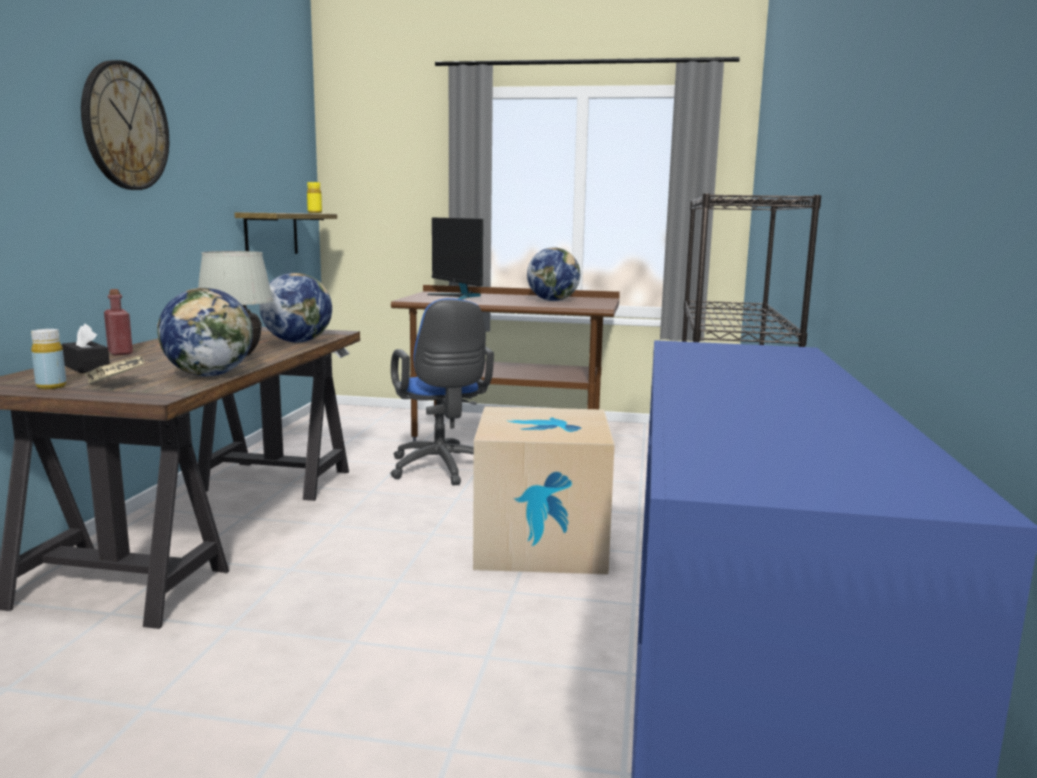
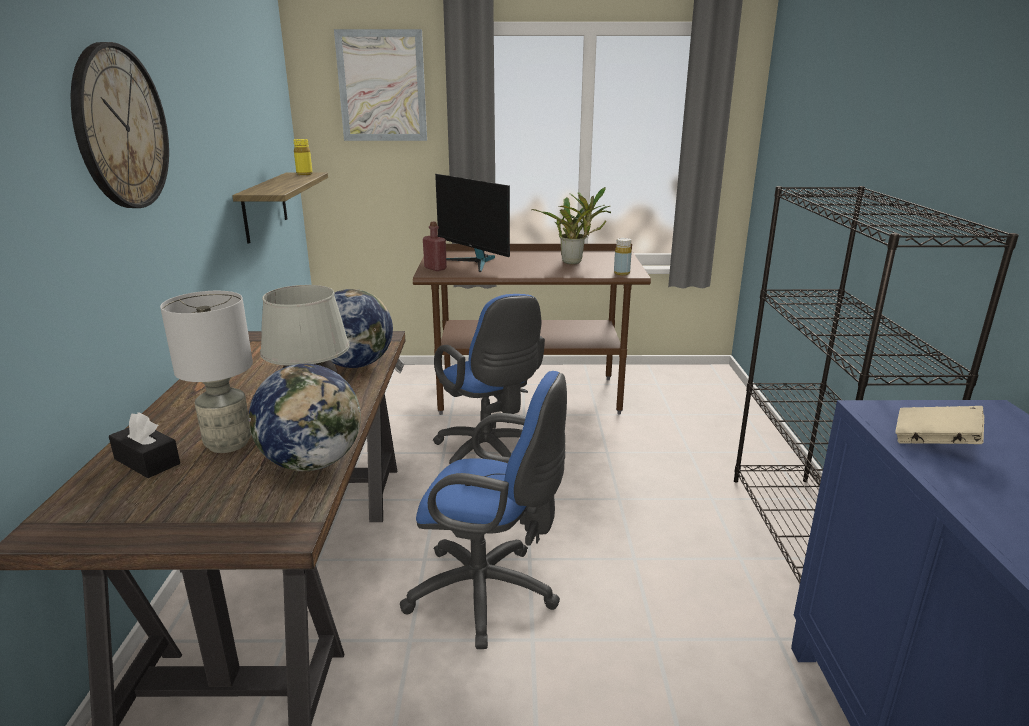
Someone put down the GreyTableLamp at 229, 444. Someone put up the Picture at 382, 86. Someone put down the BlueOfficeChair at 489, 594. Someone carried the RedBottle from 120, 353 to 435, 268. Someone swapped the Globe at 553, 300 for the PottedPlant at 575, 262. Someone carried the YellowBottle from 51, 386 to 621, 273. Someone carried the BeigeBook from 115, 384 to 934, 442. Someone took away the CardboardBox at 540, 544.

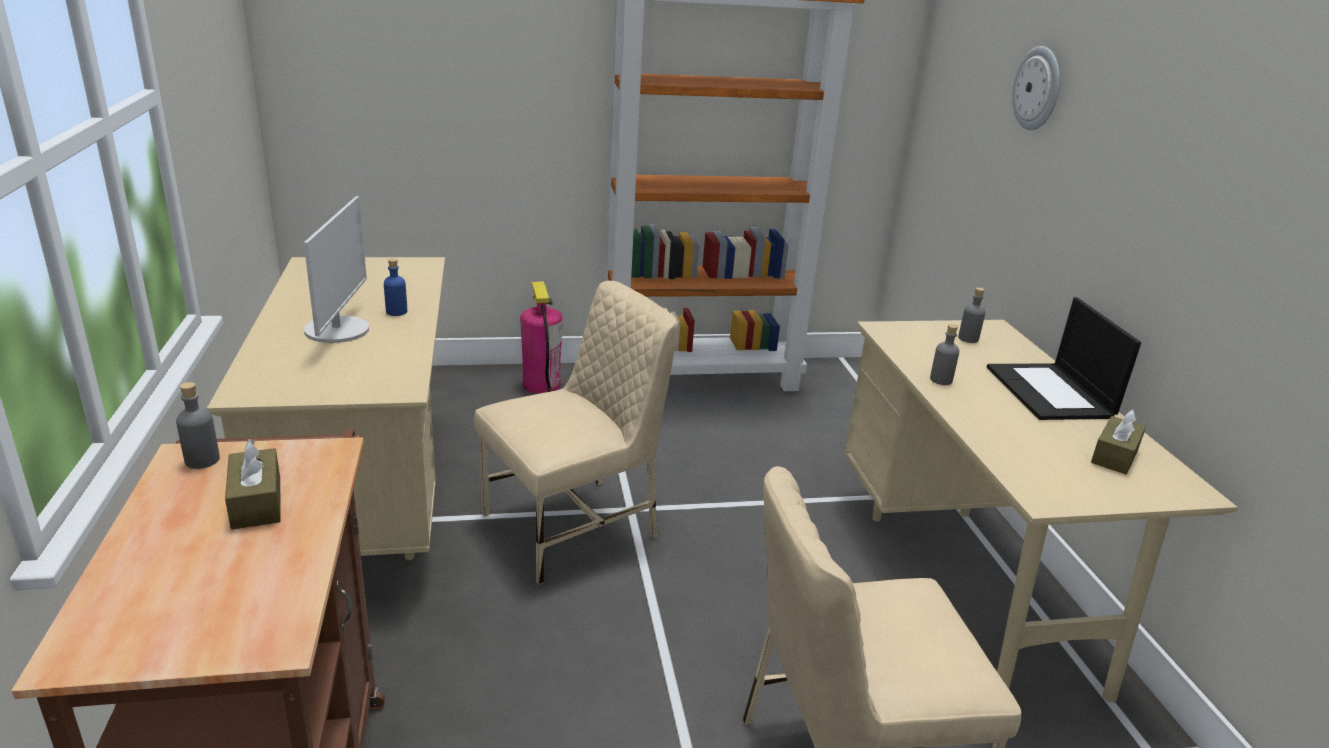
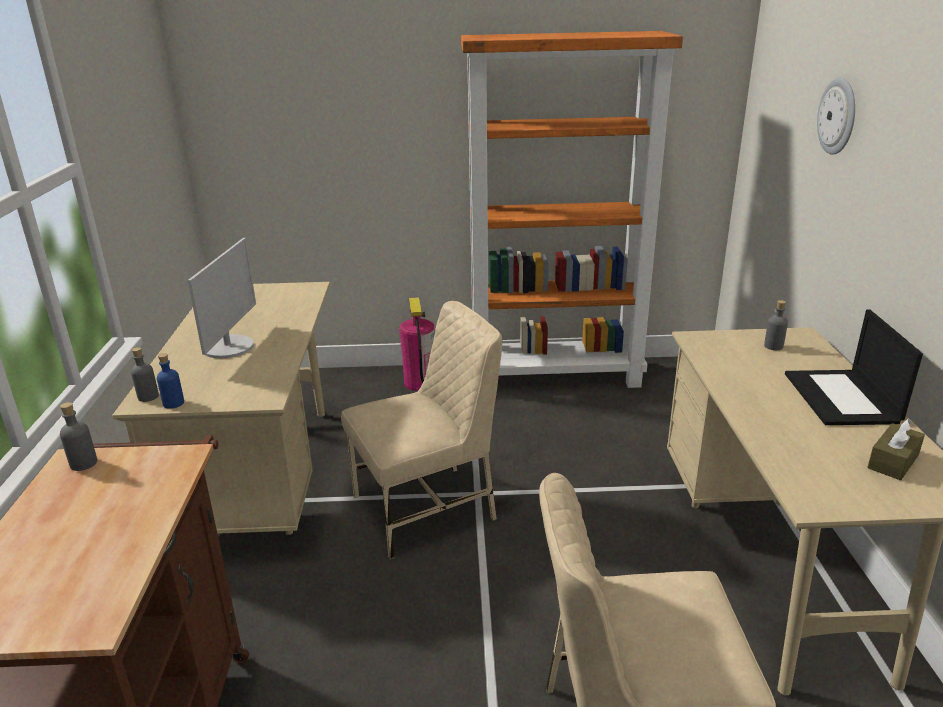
Someone carried the GreyBottle from 941, 380 to 148, 397. Someone carried the BlueBottle from 396, 312 to 173, 403. Someone took away the BrownTissueBox at 256, 502.

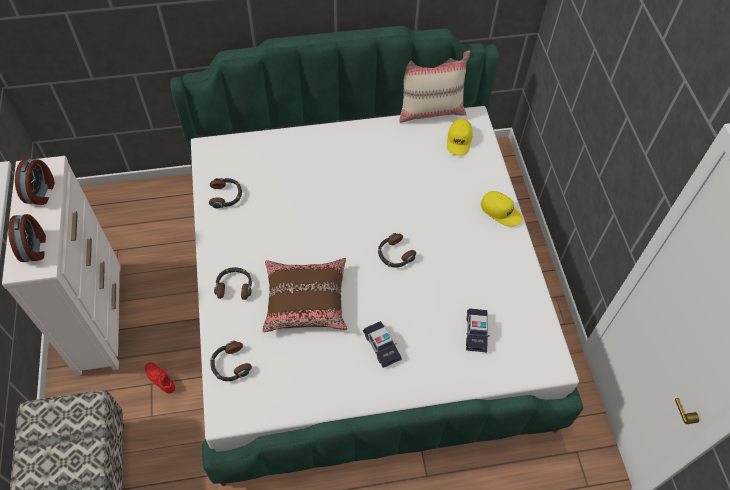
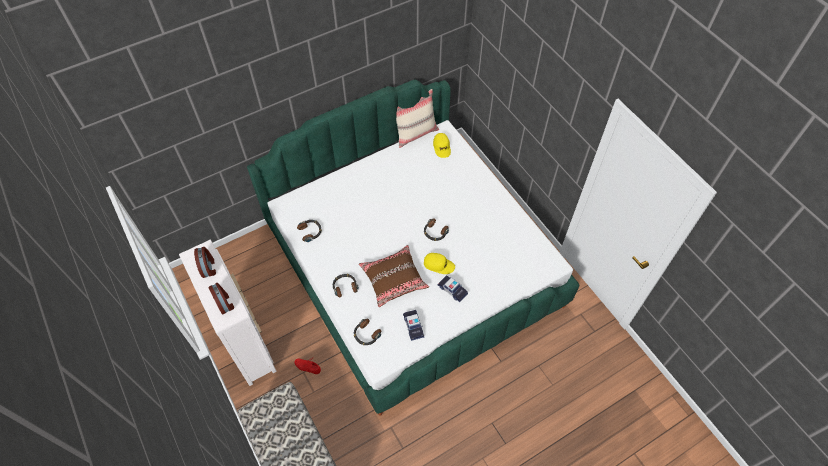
Someone carried the ToyCar from 476, 332 to 413, 326. Someone carried the YellowCap from 500, 211 to 439, 265.

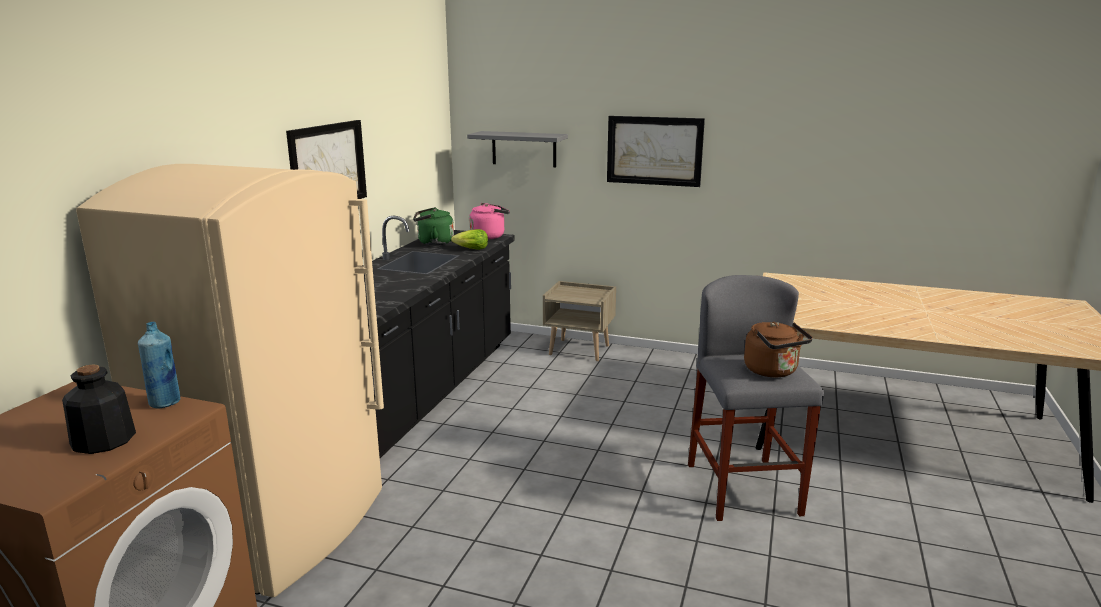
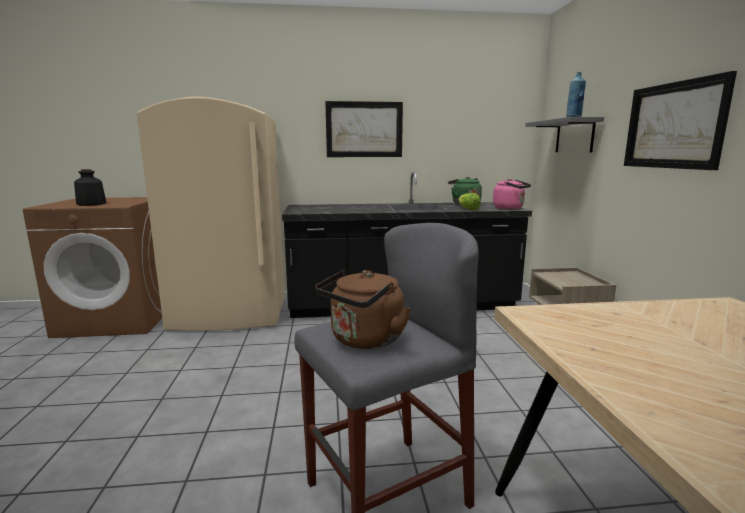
Someone carried the BlueBottle from 165, 403 to 573, 117.

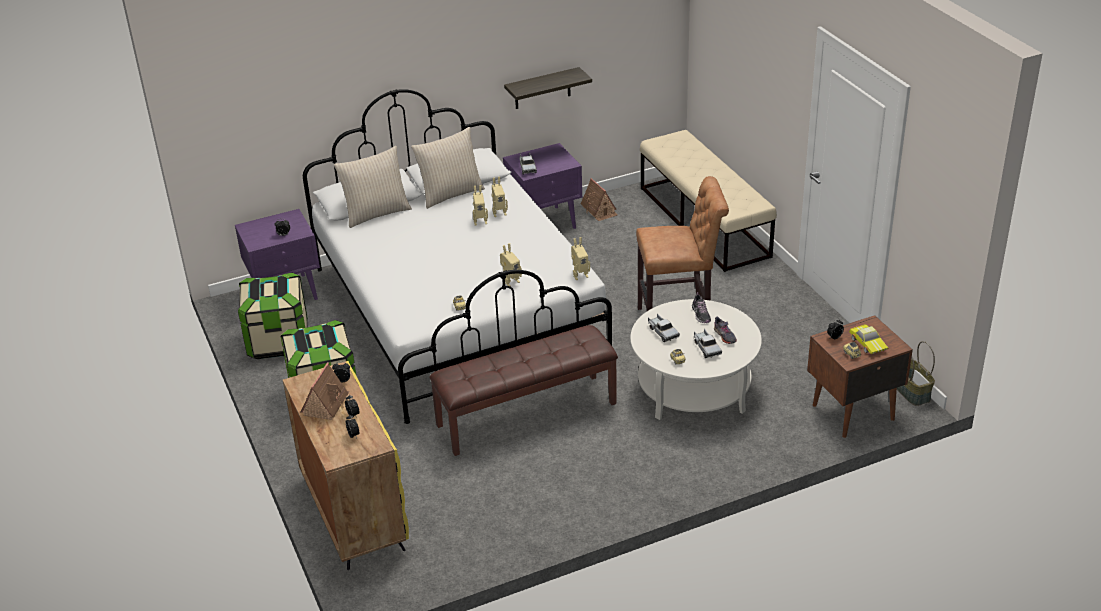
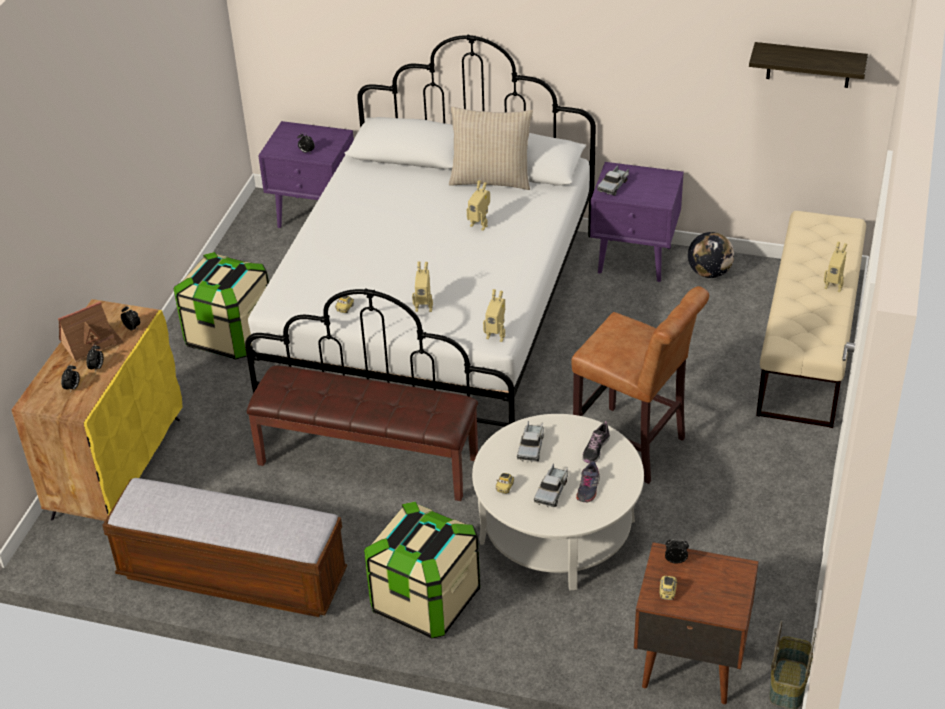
Someone put down the Bench at 232, 576. Someone carried the StorageBox from 278, 341 to 425, 600. Someone swapped the ToyHouse at 599, 210 for the Globe at 709, 273. Someone carried the Shelf from 542, 88 to 809, 65. Someone carried the ToyRobot from 499, 213 to 834, 285. Someone took away the BeigePillow at 376, 213. Someone took away the ToyCar at 868, 343.

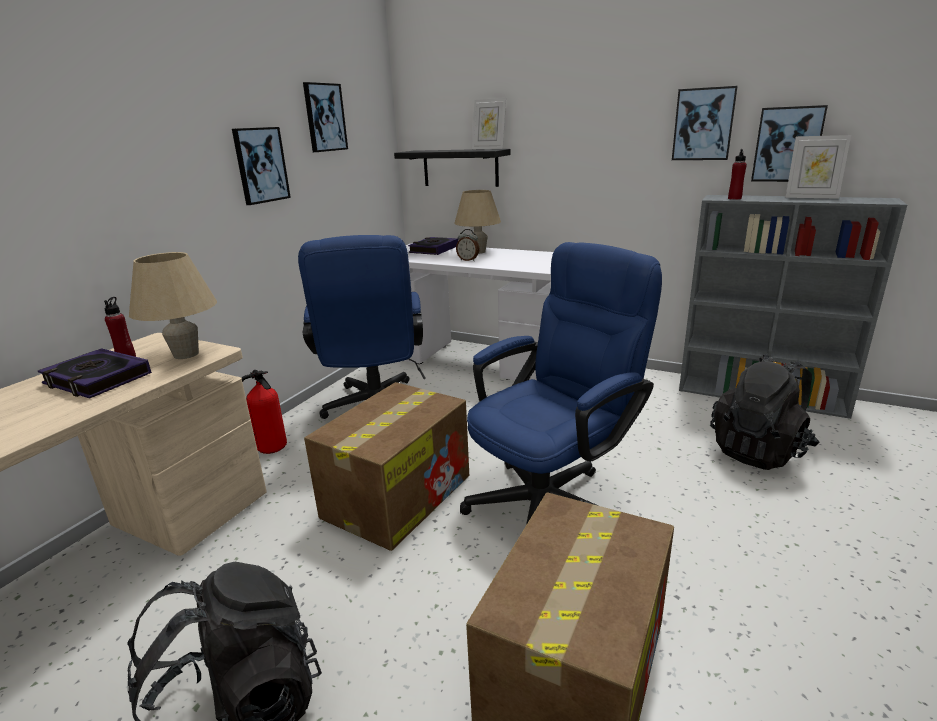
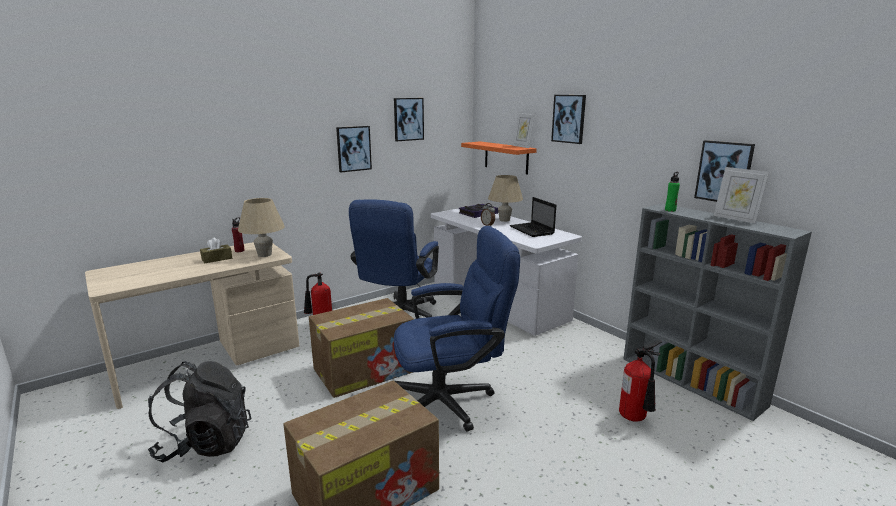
Someone swapped the Book at 97, 379 for the BrownTissueBox at 217, 259. Someone repainted the BlackShelf at 460, 168, which became the OrangeShelf at 506, 157. Someone put down the Laptop at 532, 230. Someone carried the Picture from 703, 124 to 569, 118. Someone swapped the BlackBackpack at 759, 451 for the FireExtinguisher at 636, 419. Someone repainted the RedBottle at 734, 198, which became the GreenBottle at 670, 210.

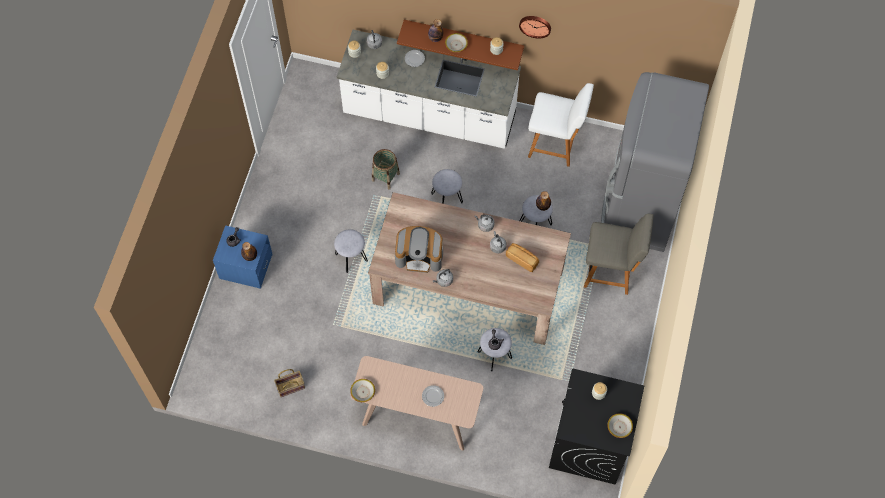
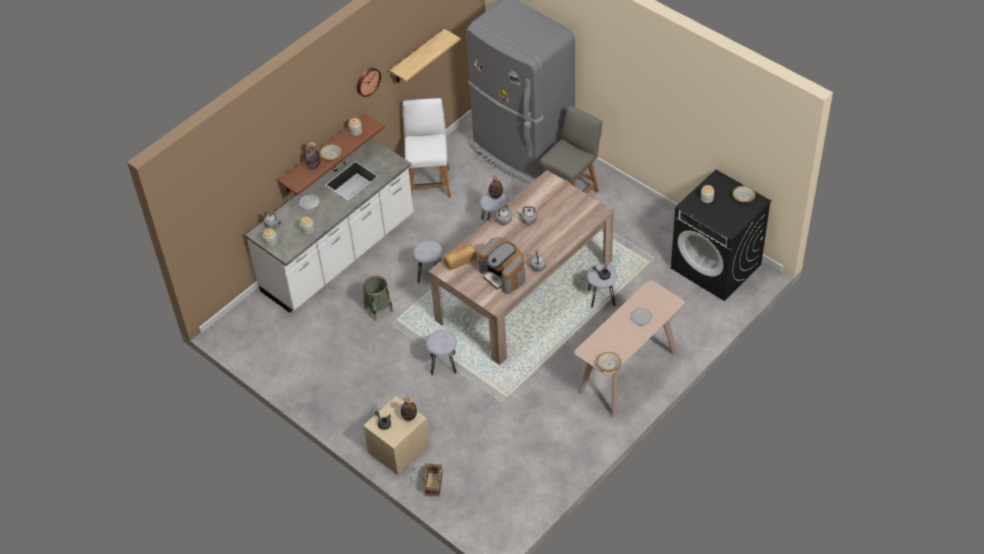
Someone repainted the BlueNightstand at 246, 266, which became the BeigeNightstand at 399, 449. Someone put up the Shelf at 418, 57. Someone rotated the WhiteChair at 555, 144 by 45 degrees counterclockwise. Someone carried the Basket from 291, 386 to 433, 483. Someone carried the Bread from 522, 259 to 460, 261. Someone rotated the CoffeeMachine at 419, 255 by 105 degrees clockwise.

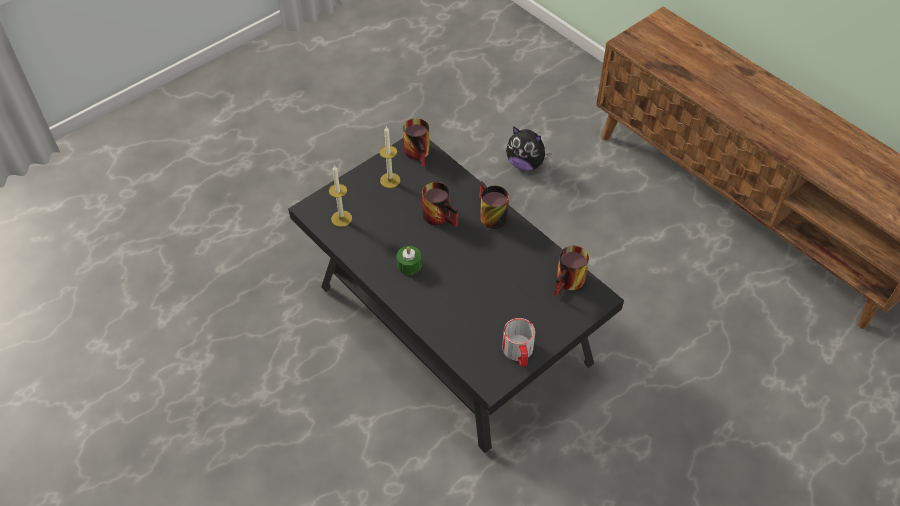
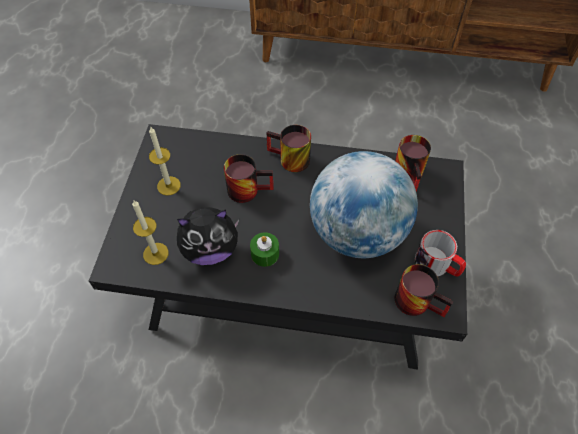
Someone carried the PlushToy from 525, 164 to 210, 250. Someone put down the Globe at 357, 233. Someone carried the Mug from 420, 153 to 419, 300.

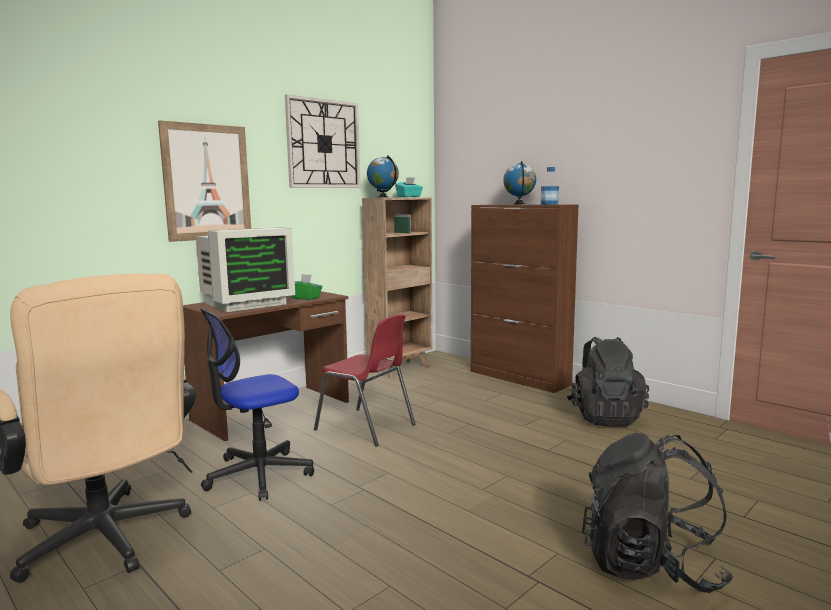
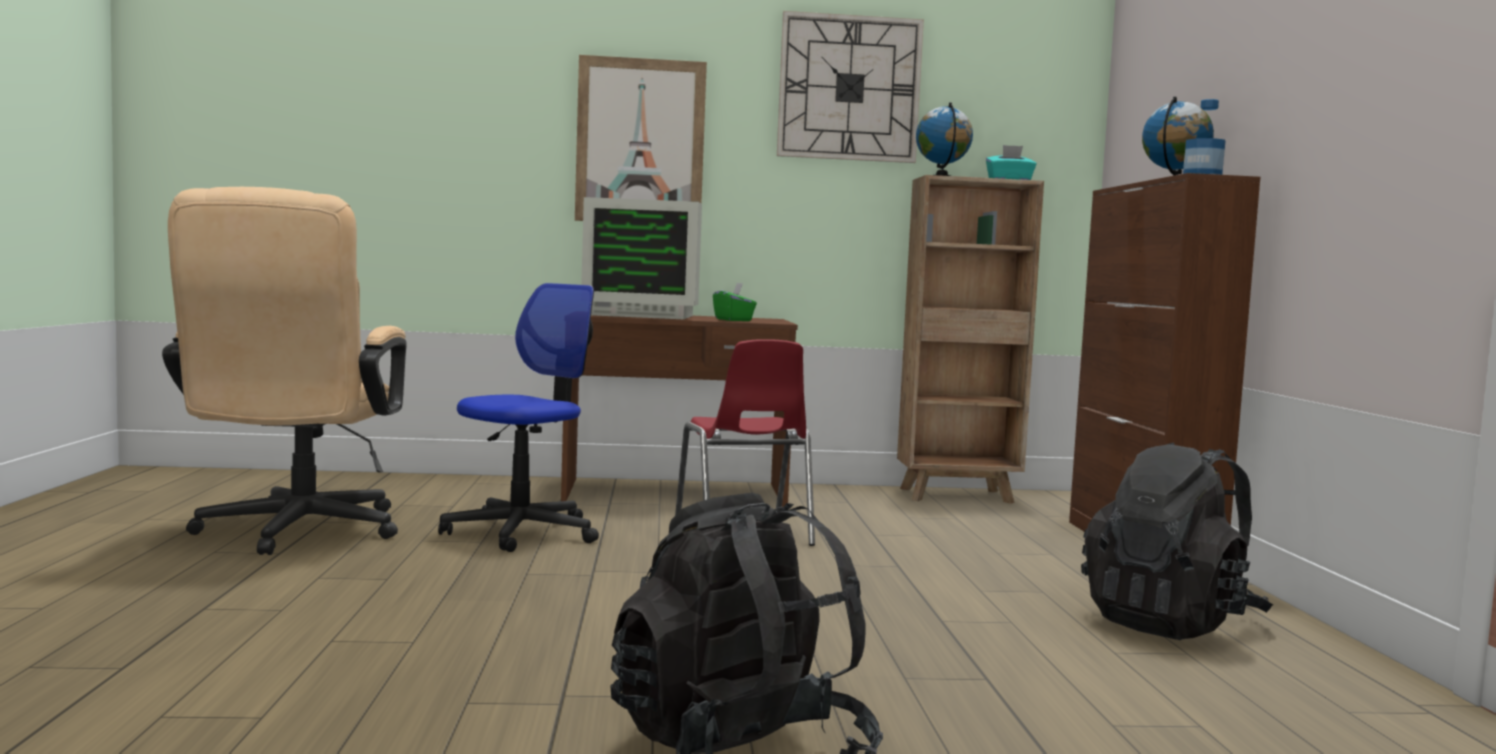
Someone rotated the OfficeChair at 258, 474 by 120 degrees clockwise.

